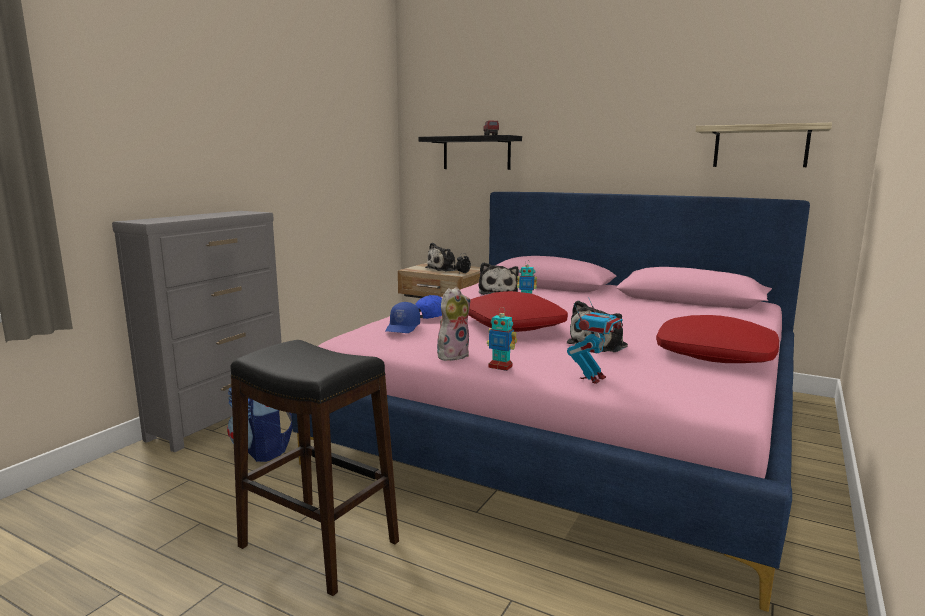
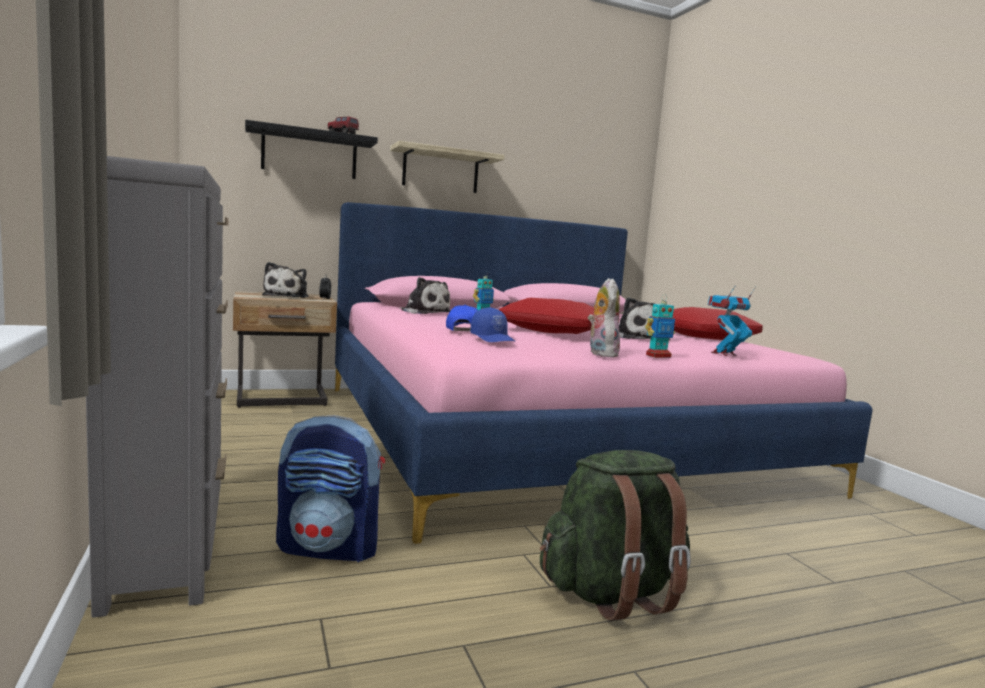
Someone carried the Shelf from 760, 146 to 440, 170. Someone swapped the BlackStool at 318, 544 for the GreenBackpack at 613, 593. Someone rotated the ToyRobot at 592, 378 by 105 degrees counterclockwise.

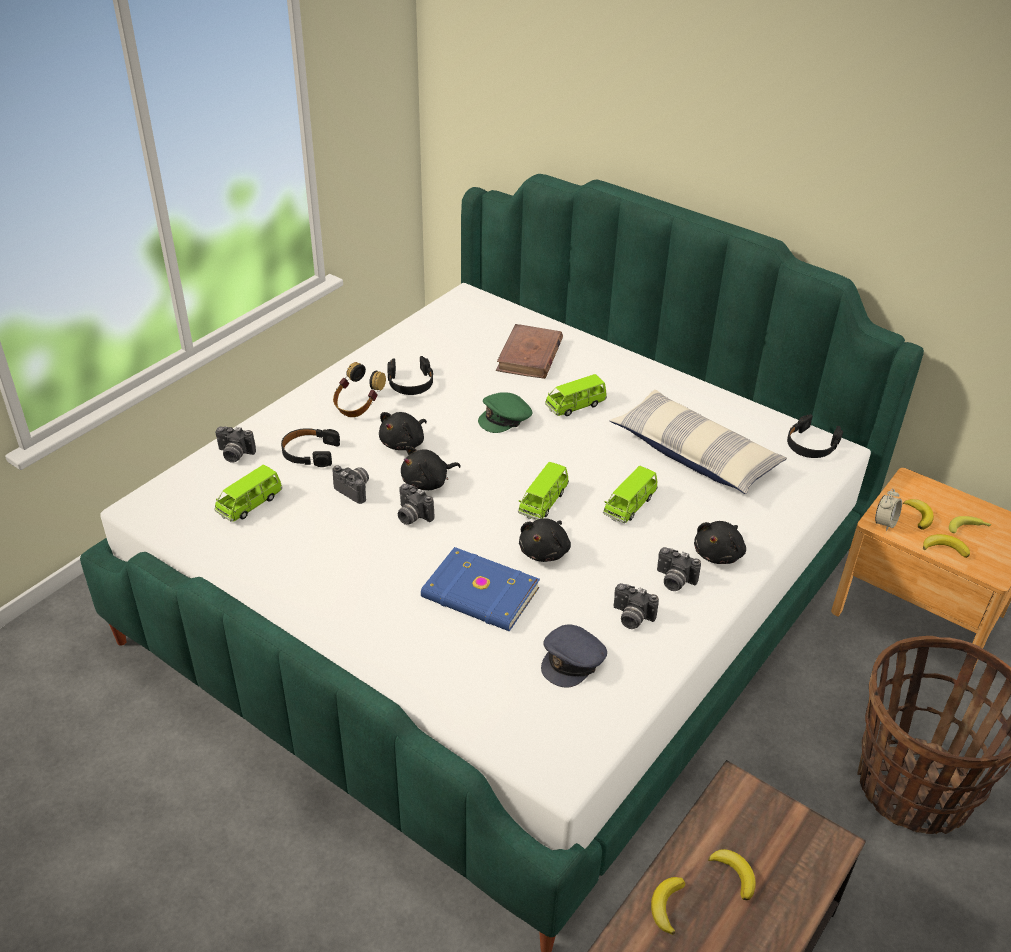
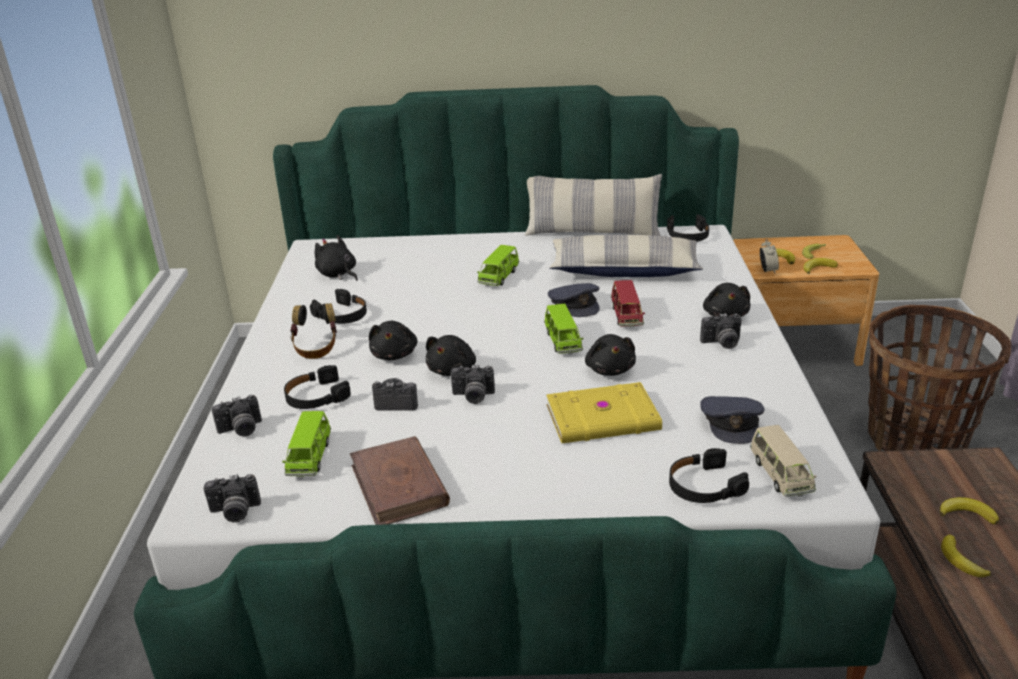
Someone carried the PhotoCamera from 631, 618 to 235, 513. Someone put down the BlackPlushToy at 338, 274. Someone carried the BrownBook from 529, 356 to 399, 486. Someone put down the Pillow at 592, 233. Someone repainted the BlueBook at 480, 594, which became the YellowBook at 604, 419. Someone put down the GreyCap at 575, 304. Someone repainted the GreenToyCar at 629, 505, which became the RedToyCar at 626, 316. Someone put down the BlackHeadphones at 704, 486. Someone put down the BeigeToyCar at 780, 475. Someone took away the GreenCap at 505, 418.

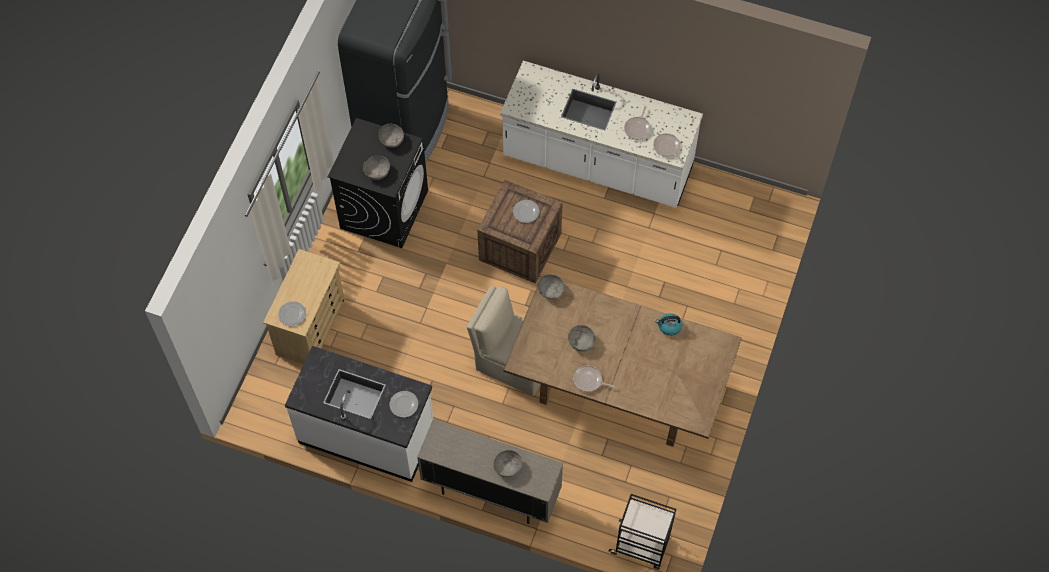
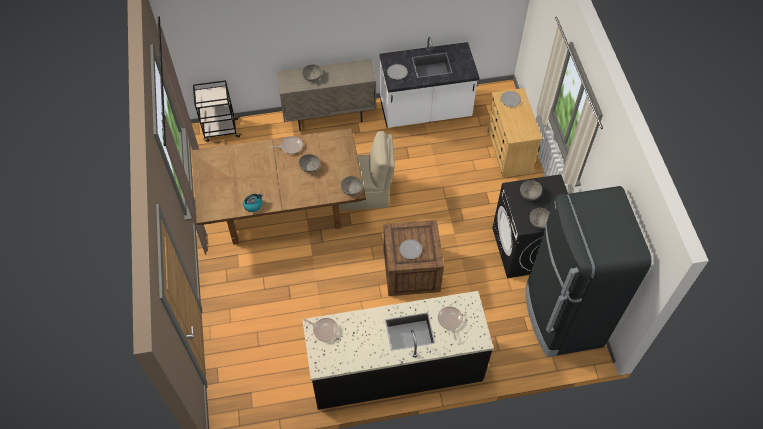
Someone repainted the WhiteCounter at 597, 164, which became the BlackCounter at 395, 368. Someone carried the FryingPan from 638, 128 to 450, 321.

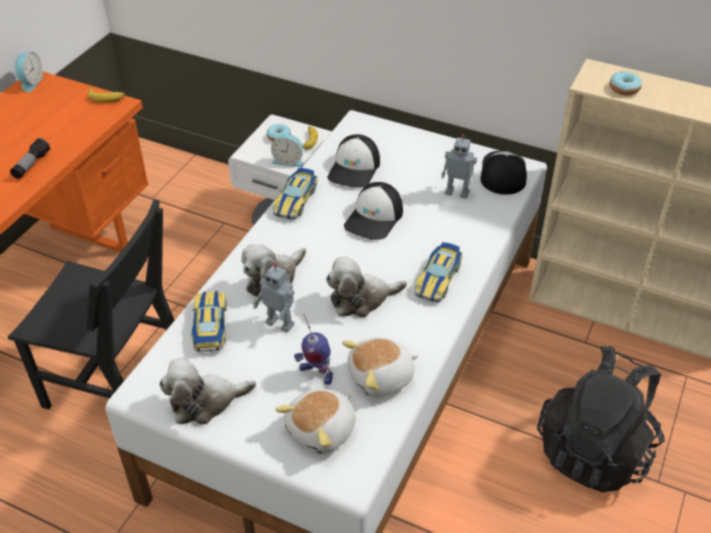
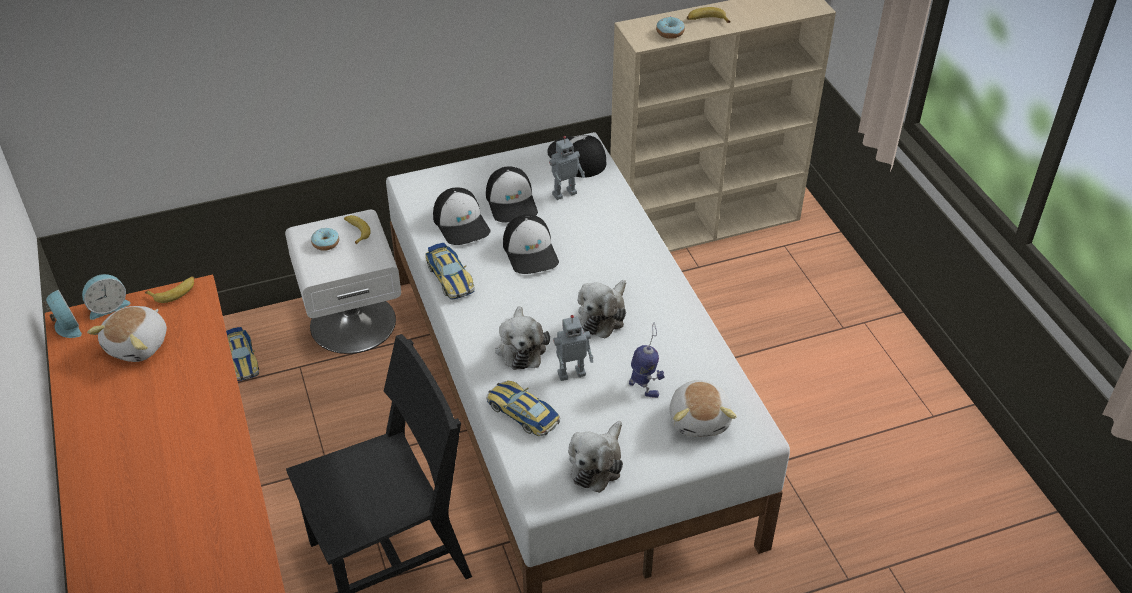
Someone carried the AlarmClock from 288, 161 to 108, 306. Someone carried the PlushToy from 381, 378 to 139, 345. Someone carried the ToyCar from 438, 278 to 242, 359. Someone put down the Cap at 512, 202. Someone rotated the ToyRobot at 316, 373 by 120 degrees counterclockwise. Someone put down the Banana at 706, 20. Someone took away the Flashlight at 31, 165. Someone took away the BlackBackpack at 595, 450.

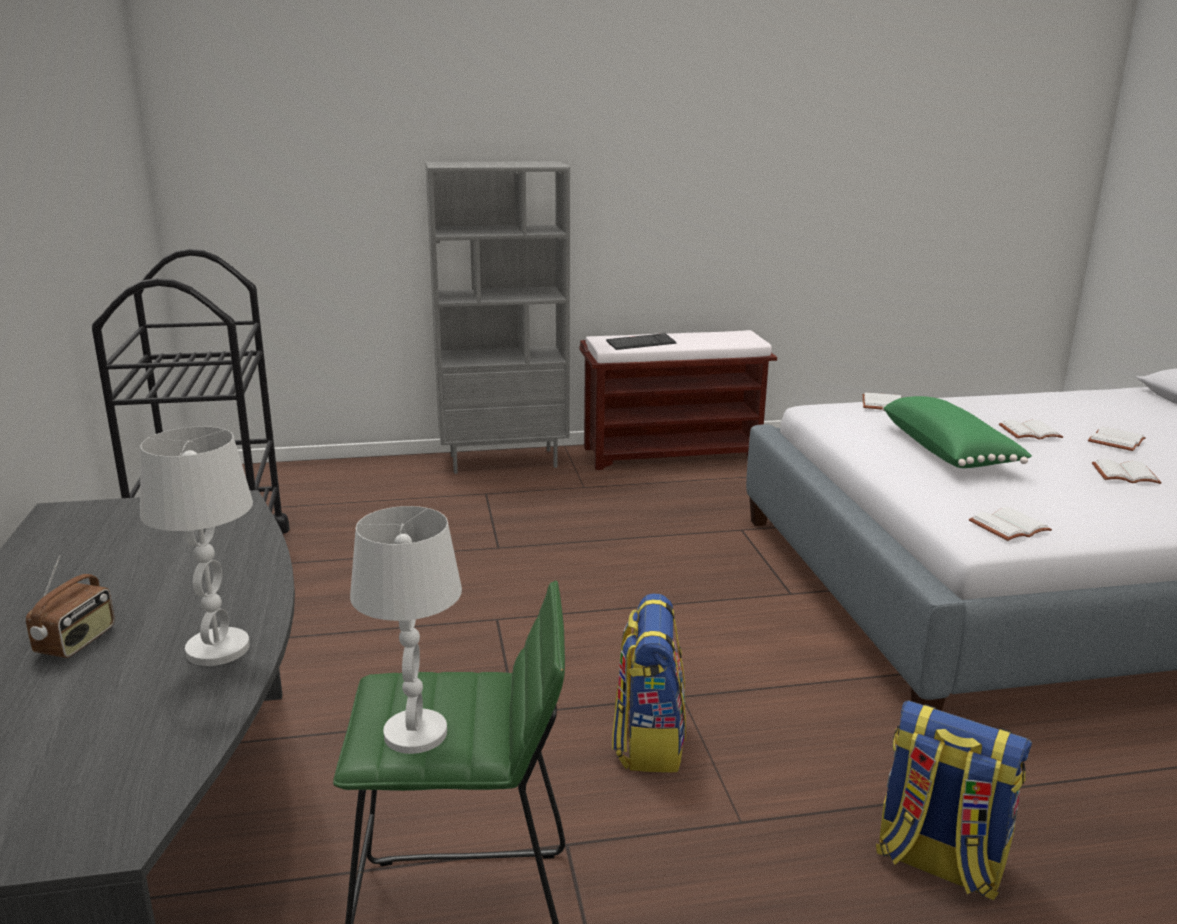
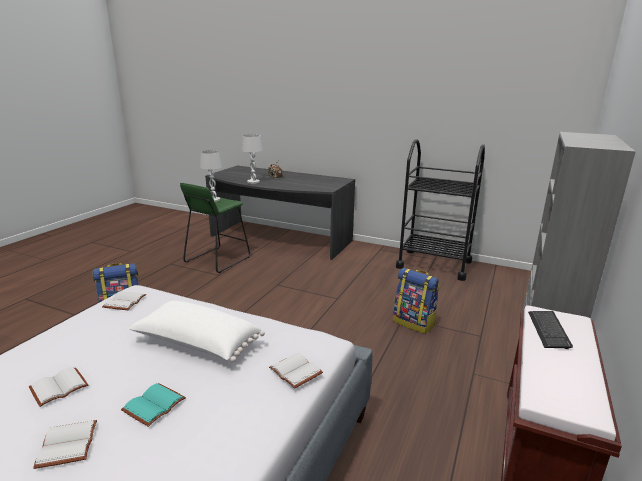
Someone repainted the WhiteBook at 1029, 433, which became the TurquoiseBook at 154, 404. Someone repainted the GreenPillow at 949, 451, which became the WhitePillow at 197, 344. Someone carried the Backpack from 648, 741 to 414, 323.

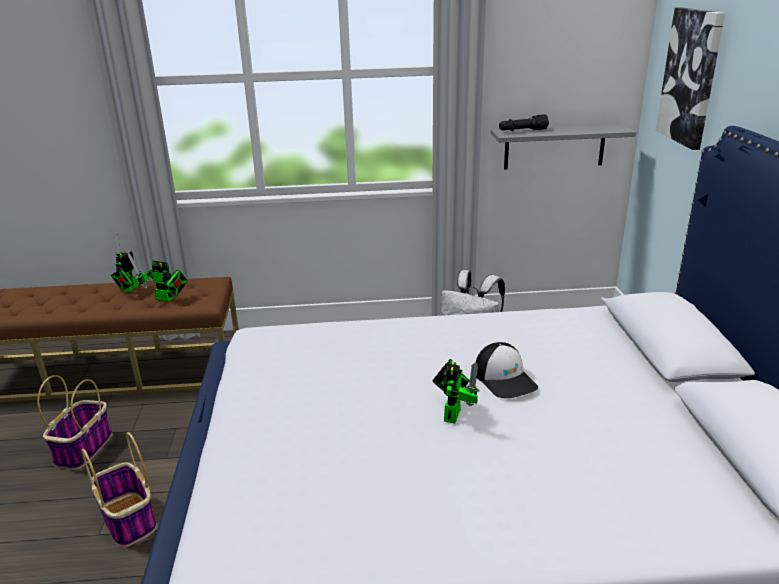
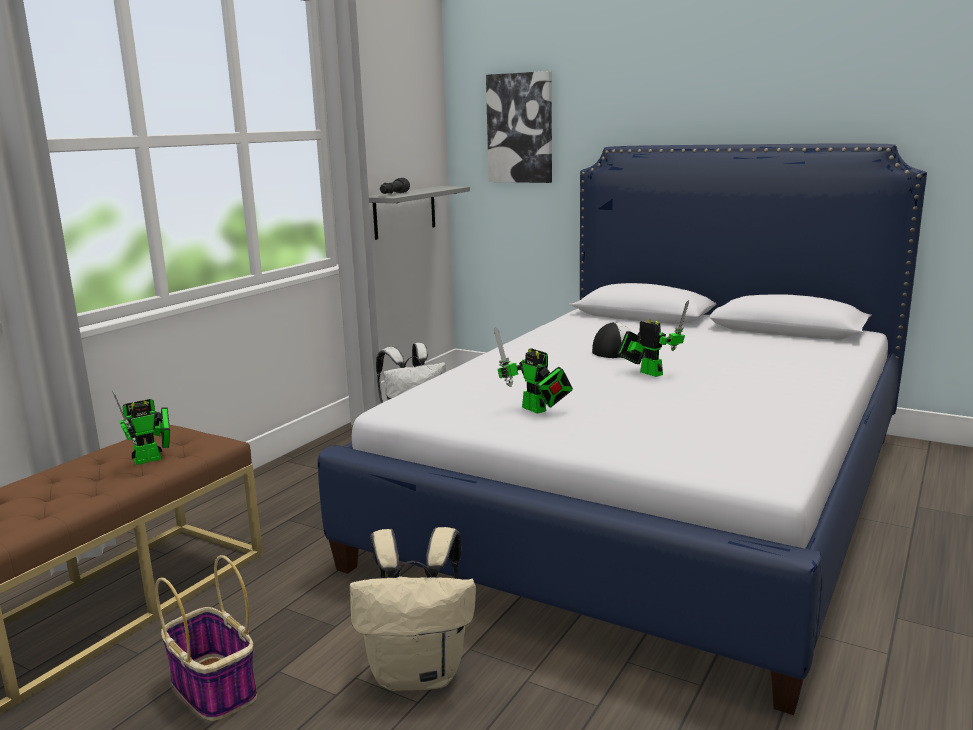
Someone swapped the Basket at 129, 520 for the BeigeBackpack at 419, 673. Someone carried the ToyRobot from 128, 289 to 537, 410.

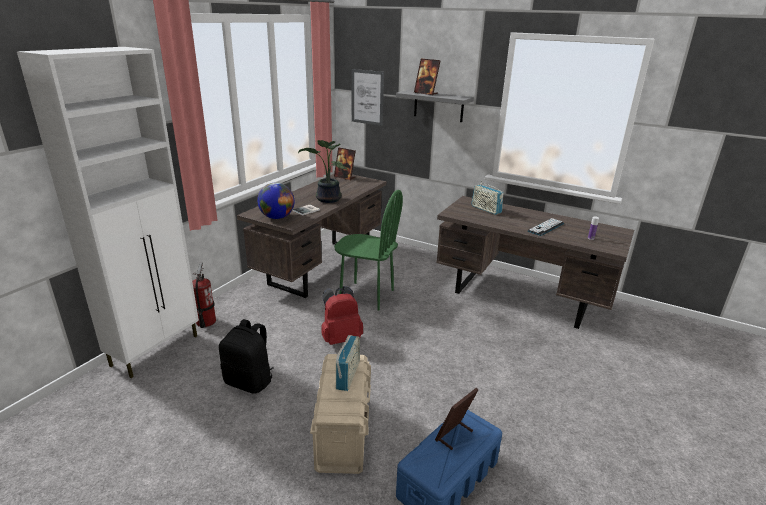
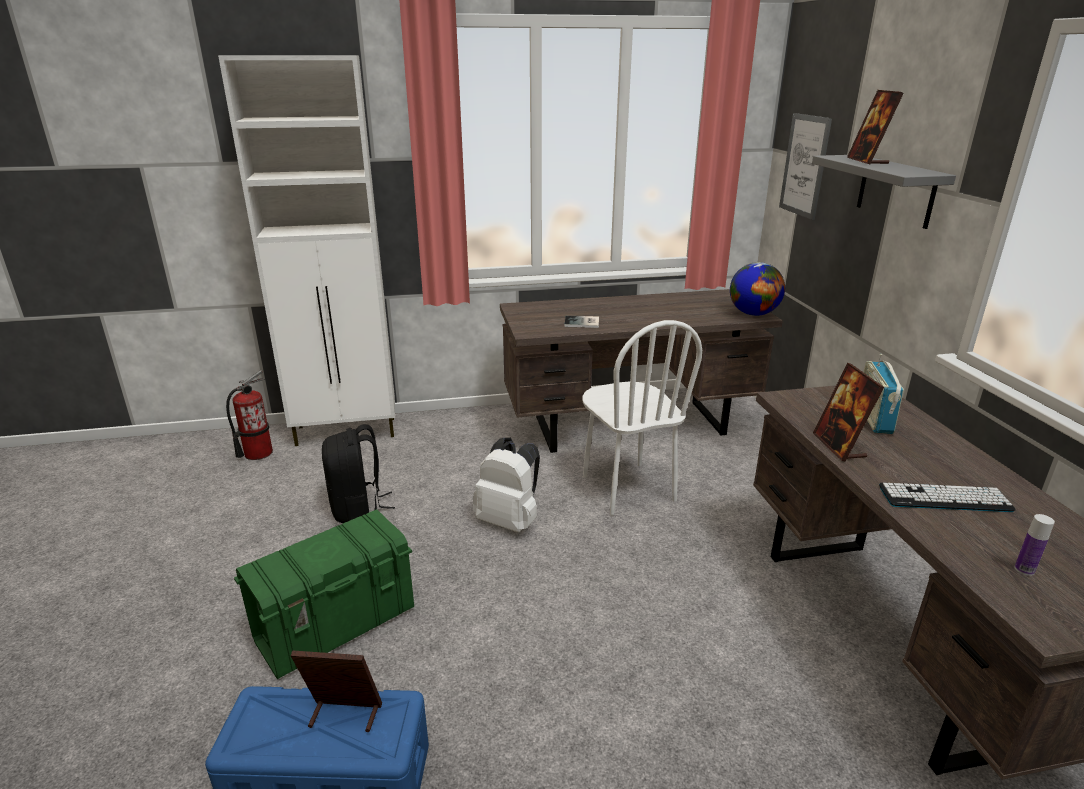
Someone carried the FireExtinguisher from 205, 322 to 258, 453. Someone repainted the BeigeStorageBox at 343, 433, which became the GreenStorageBox at 337, 625. Someone repainted the RedBackpack at 341, 338, which became the WhiteBackpack at 510, 521. Someone repainted the GreenChair at 366, 295, which became the WhiteChair at 627, 488. Someone carried the Globe from 277, 217 to 753, 314. Someone carried the PictureFrame from 344, 177 to 839, 446. Someone took away the PottedPlant at 327, 199. Someone took away the Radio at 348, 375.

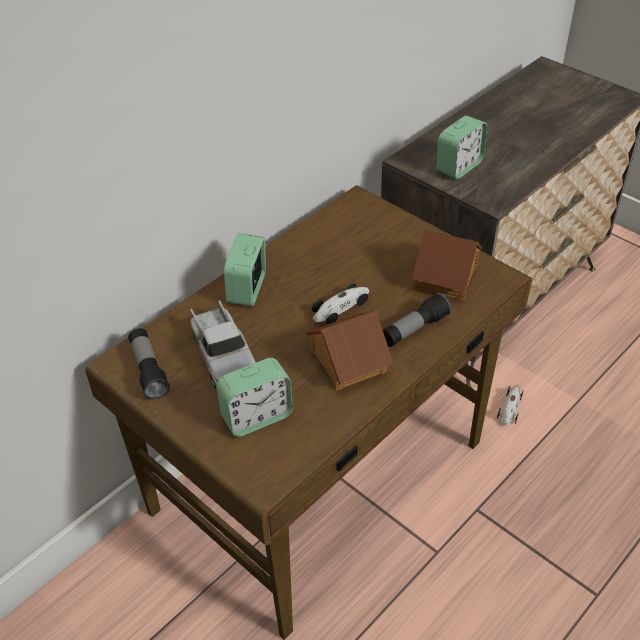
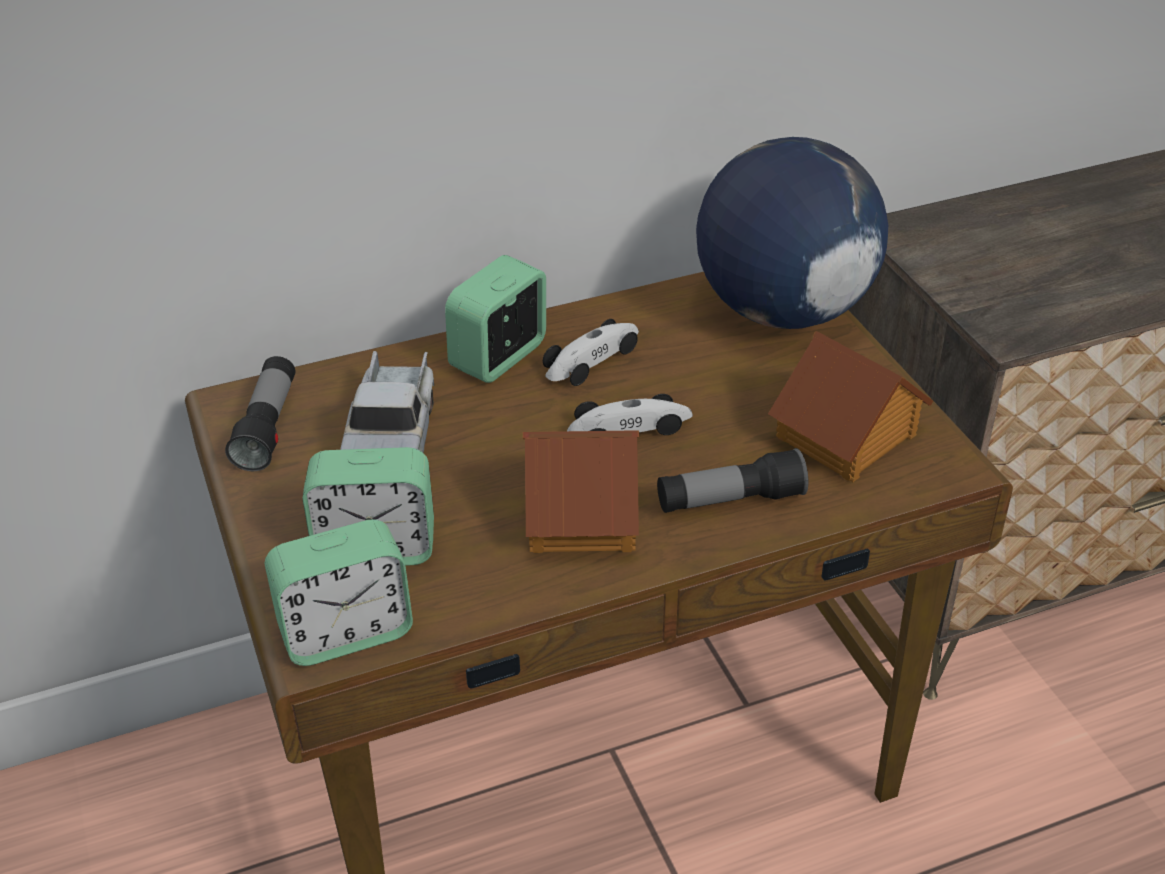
Someone carried the AlarmClock from 459, 167 to 346, 632. Someone carried the ToyCar from 510, 407 to 593, 360. Someone put down the Globe at 782, 312.

